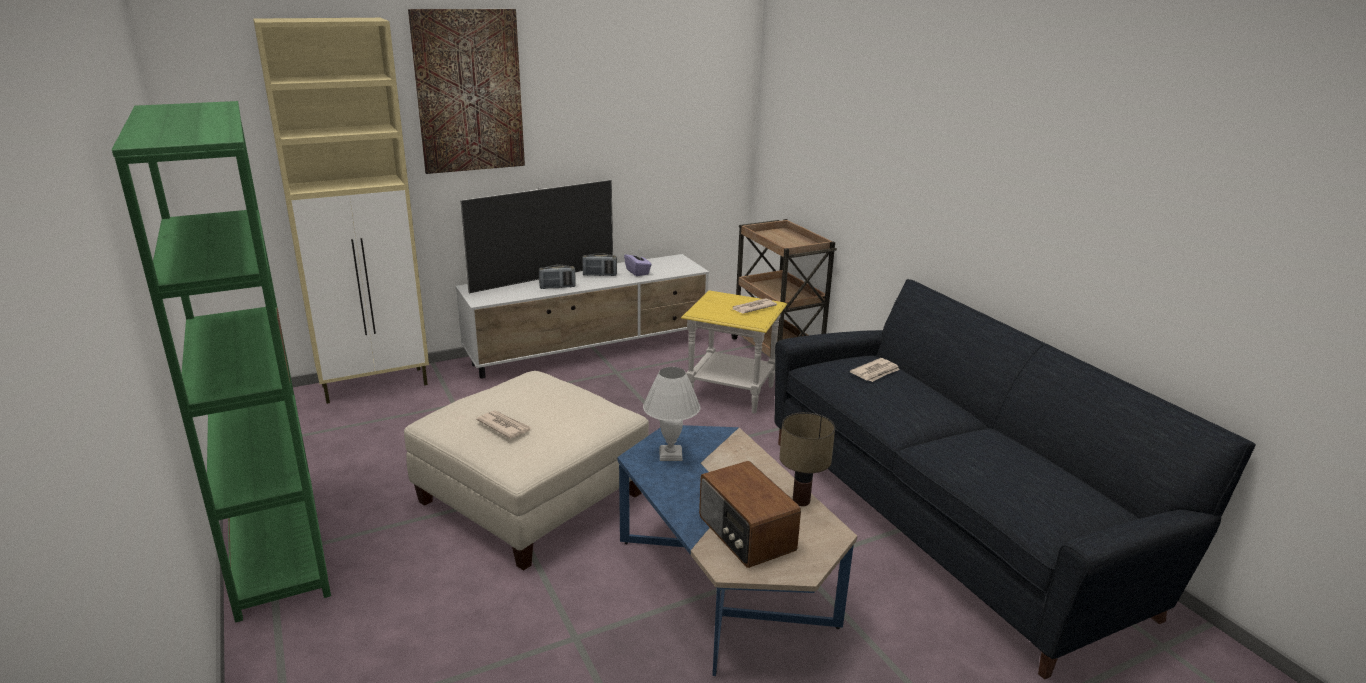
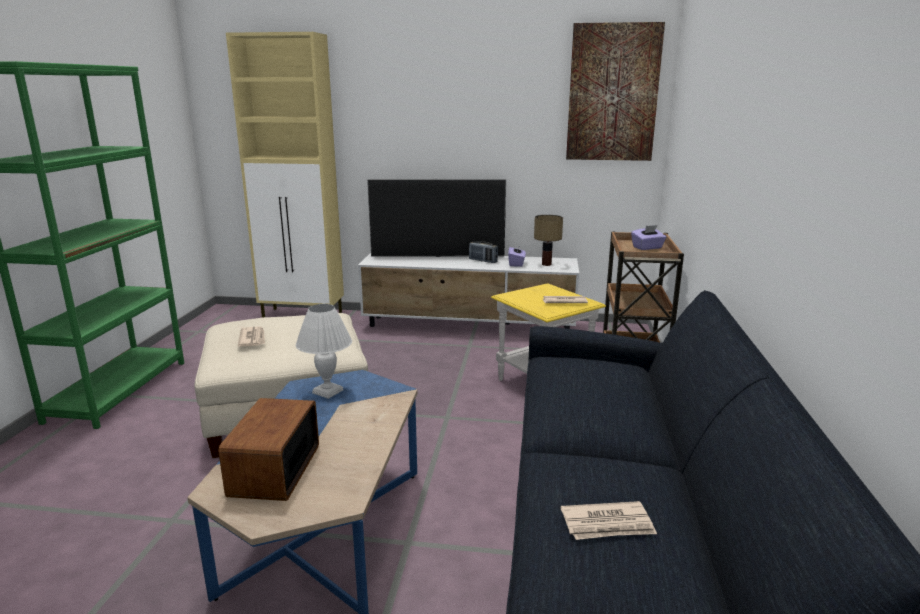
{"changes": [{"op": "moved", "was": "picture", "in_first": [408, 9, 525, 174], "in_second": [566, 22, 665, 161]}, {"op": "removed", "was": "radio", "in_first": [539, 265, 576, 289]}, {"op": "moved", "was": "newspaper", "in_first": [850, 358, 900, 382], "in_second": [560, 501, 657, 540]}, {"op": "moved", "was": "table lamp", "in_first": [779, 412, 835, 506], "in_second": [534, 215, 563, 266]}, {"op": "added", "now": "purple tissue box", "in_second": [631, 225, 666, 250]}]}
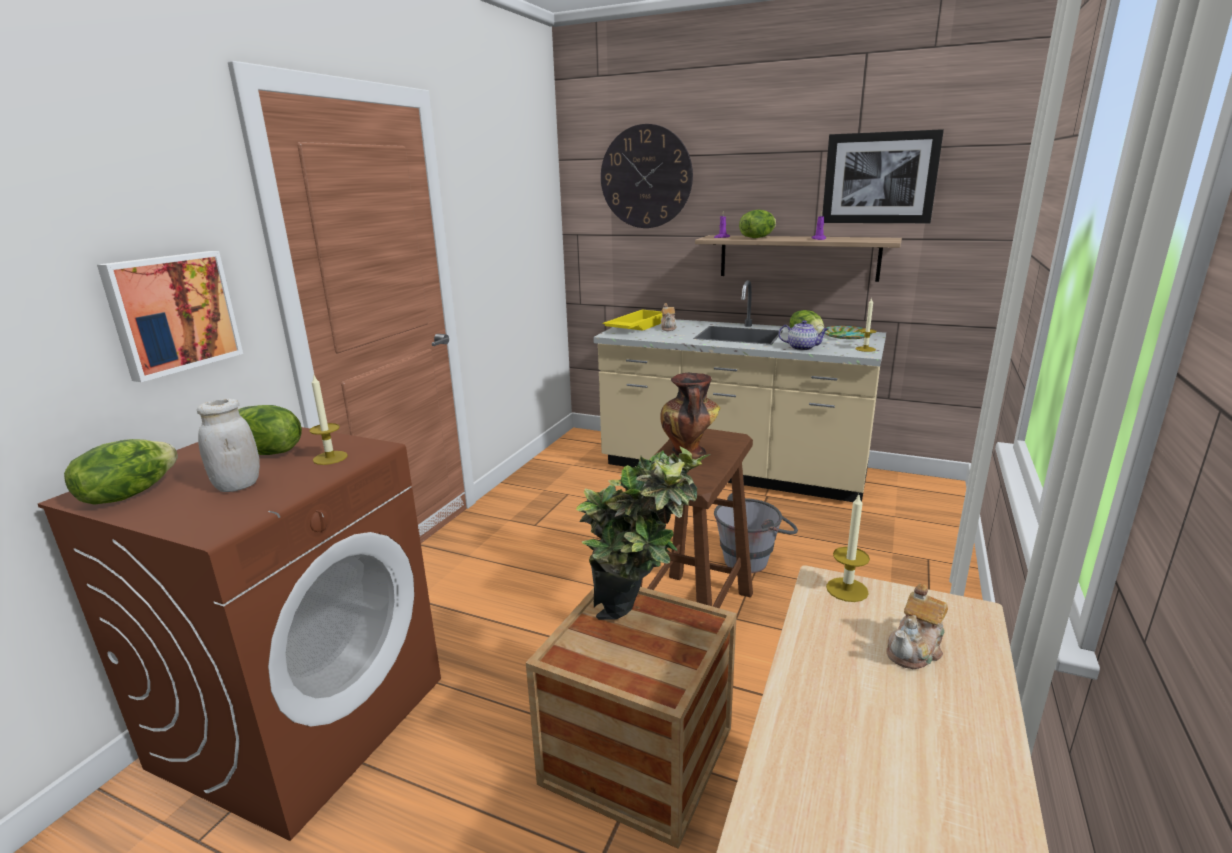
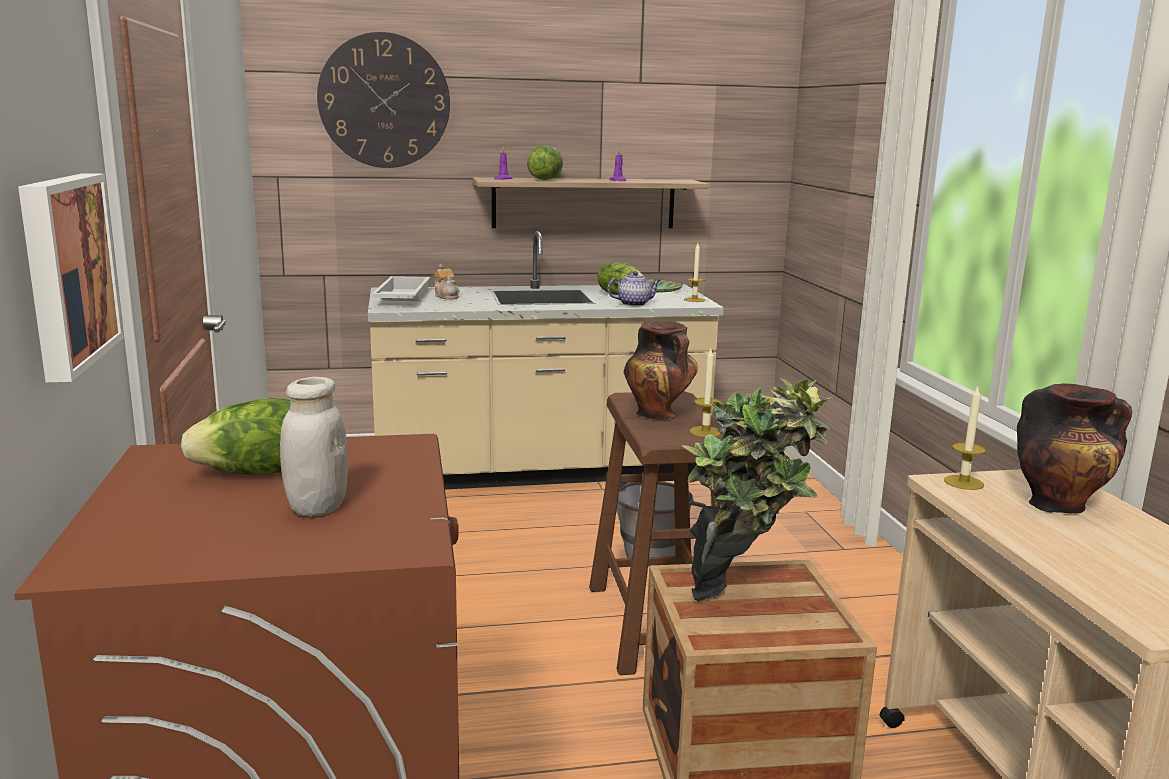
{"changes": [{"op": "removed", "was": "picture", "in_first": [822, 129, 944, 223]}, {"op": "recoloured", "was": "yellow tray", "now": "white tray", "in_first": [603, 310, 662, 331], "in_second": [372, 276, 430, 301]}, {"op": "moved", "was": "candle", "in_first": [309, 375, 348, 465], "in_second": [690, 349, 722, 437]}, {"op": "removed", "was": "lettuce", "in_first": [64, 439, 178, 505]}, {"op": "replaced", "was": "teapot", "now": "vase", "in_first": [886, 584, 948, 669], "in_second": [1017, 383, 1132, 513]}]}
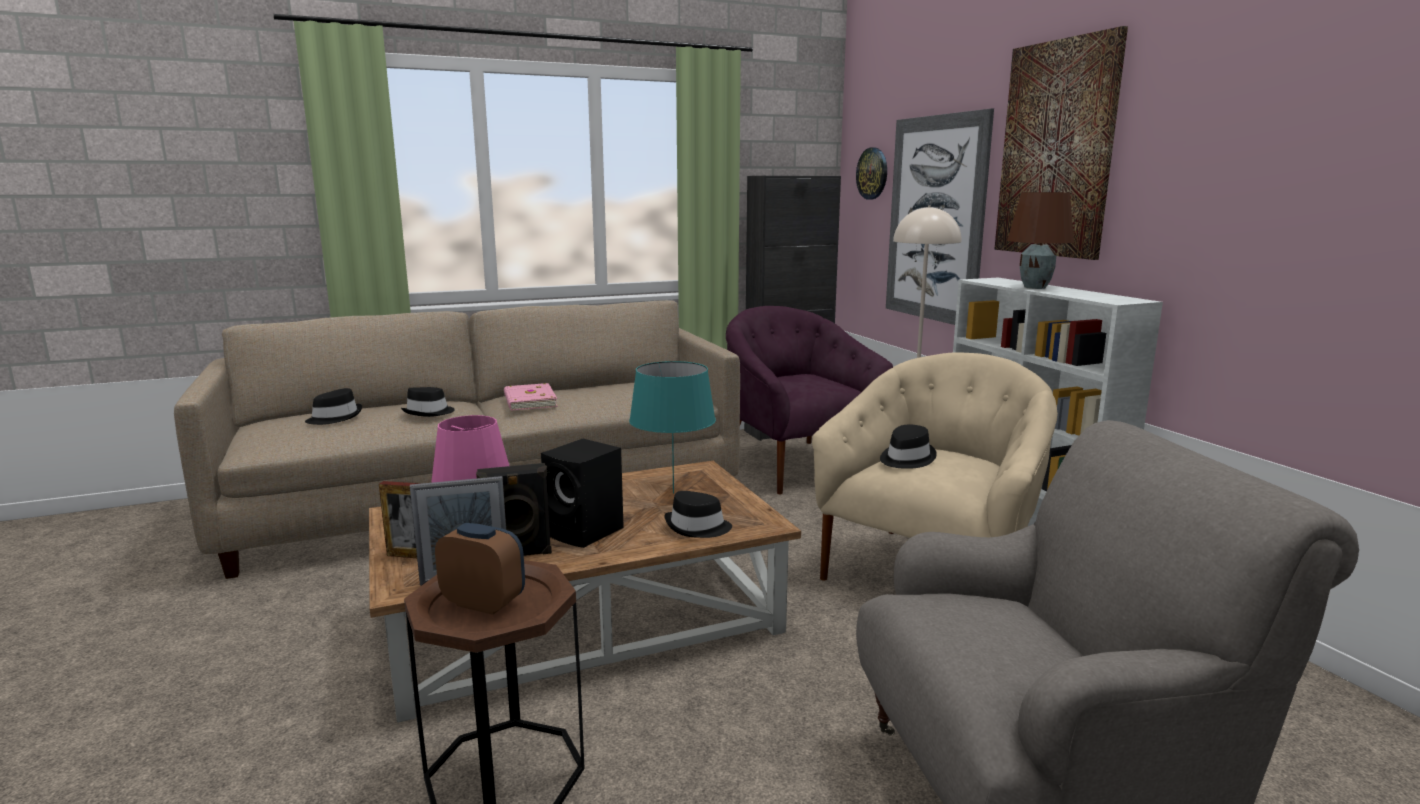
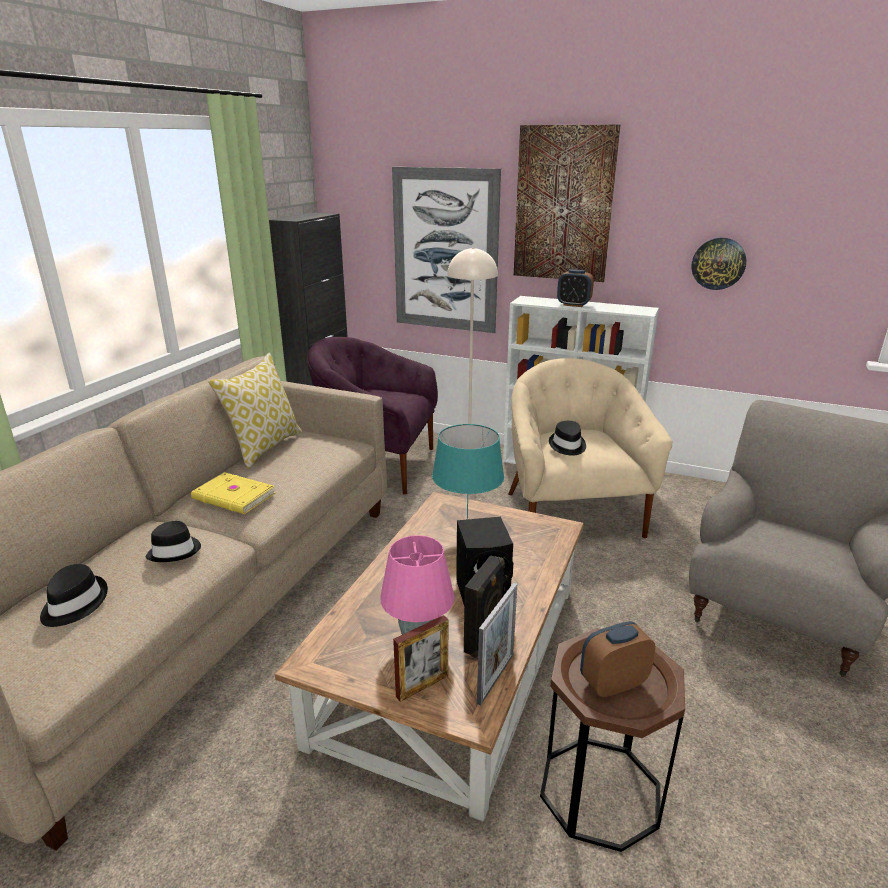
{"changes": [{"op": "moved", "was": "wall clock", "in_first": [856, 147, 887, 199], "in_second": [691, 238, 746, 290]}, {"op": "replaced", "was": "brown table lamp", "now": "alarm clock", "in_first": [1007, 192, 1074, 289], "in_second": [557, 269, 594, 307]}, {"op": "recoloured", "was": "pink book", "now": "yellow book", "in_first": [504, 383, 558, 410], "in_second": [191, 472, 275, 514]}, {"op": "removed", "was": "black hat", "in_first": [664, 491, 732, 538]}, {"op": "added", "now": "pillow", "in_second": [208, 353, 302, 469]}]}
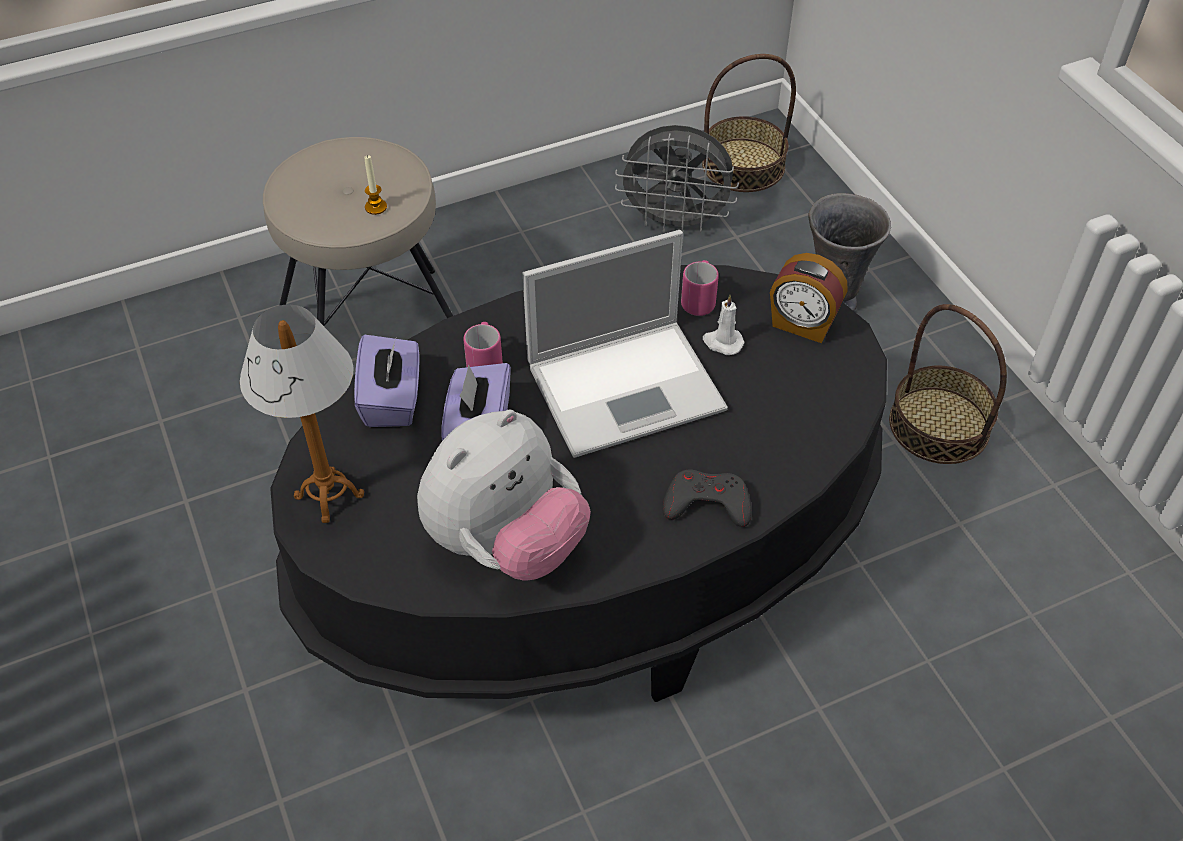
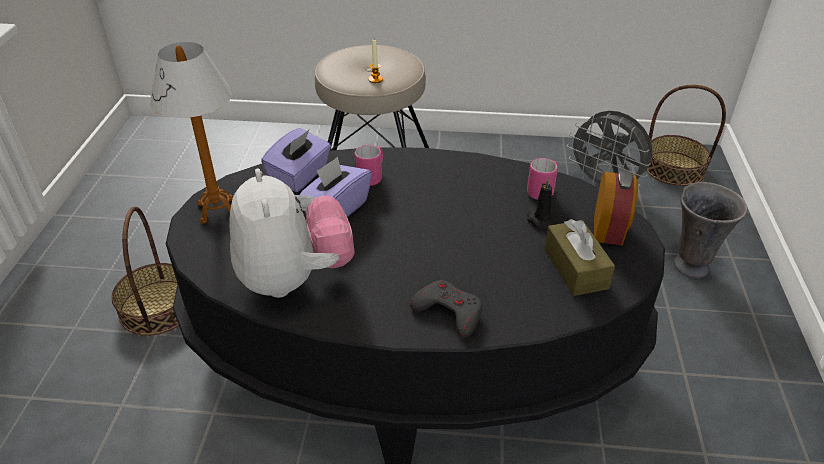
{"changes": [{"op": "removed", "was": "laptop", "in_first": [523, 230, 728, 458]}, {"op": "turned", "was": "alarm clock", "in_first": [770, 253, 848, 343], "in_second": [594, 170, 638, 246], "clockwise": -135}, {"op": "recoloured", "was": "white candle", "now": "black candle", "in_first": [703, 295, 745, 355], "in_second": [527, 178, 557, 230]}, {"op": "moved", "was": "basket", "in_first": [889, 304, 1007, 464], "in_second": [112, 206, 179, 336]}, {"op": "turned", "was": "plush toy", "in_first": [417, 410, 591, 581], "in_second": [229, 169, 355, 298], "clockwise": -90}, {"op": "added", "now": "brown tissue box", "in_second": [545, 219, 615, 296]}]}
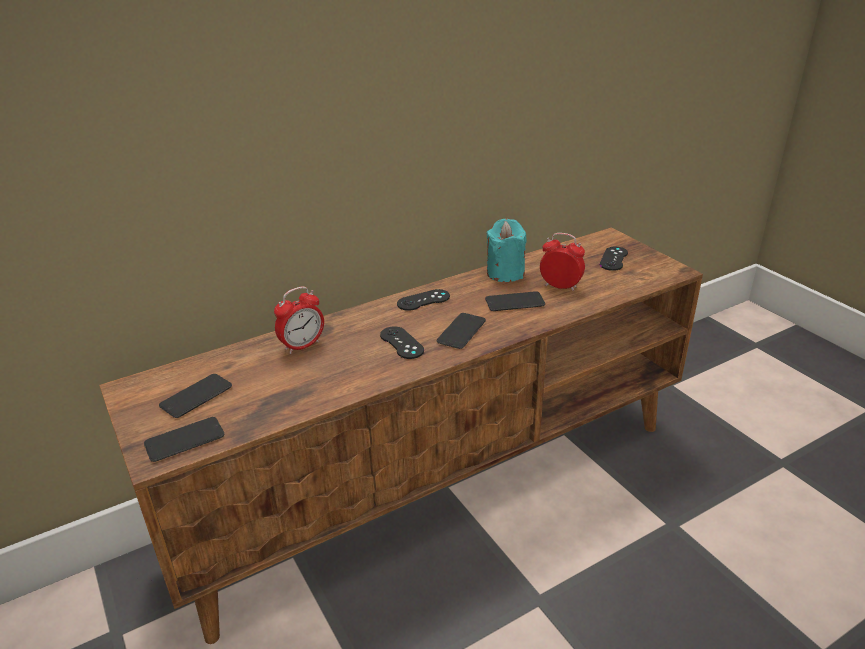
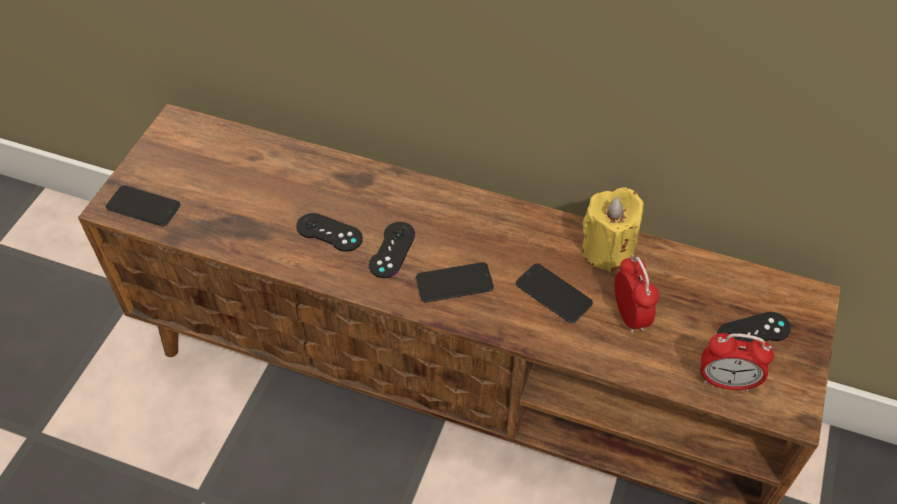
{"changes": [{"op": "recoloured", "was": "turquoise candle", "now": "yellow candle", "in_first": [486, 218, 526, 282], "in_second": [582, 188, 644, 272]}, {"op": "moved", "was": "alarm clock", "in_first": [274, 287, 324, 354], "in_second": [700, 333, 774, 391]}, {"op": "moved", "was": "black game controller", "in_first": [397, 289, 450, 311], "in_second": [296, 213, 363, 252]}, {"op": "removed", "was": "phone", "in_first": [159, 374, 232, 418]}]}
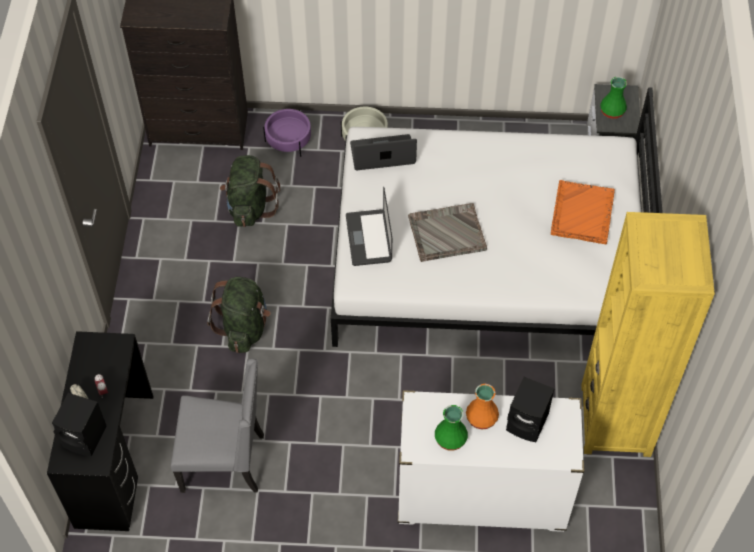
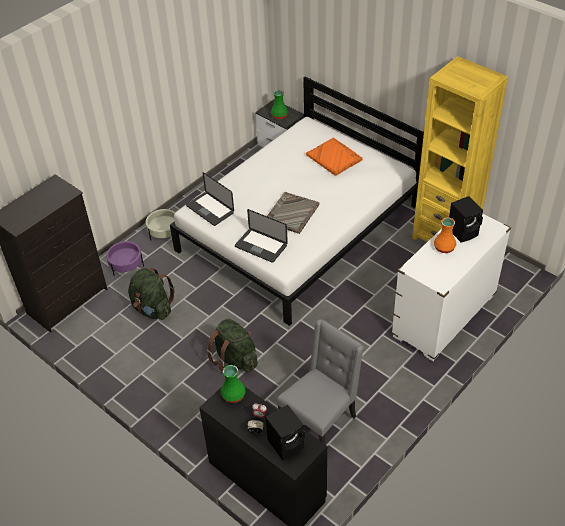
{"changes": [{"op": "turned", "was": "laptop", "in_first": [350, 134, 417, 170], "in_second": [186, 172, 234, 226], "clockwise": -75}, {"op": "moved", "was": "green vase", "in_first": [435, 405, 468, 451], "in_second": [221, 365, 245, 403]}]}
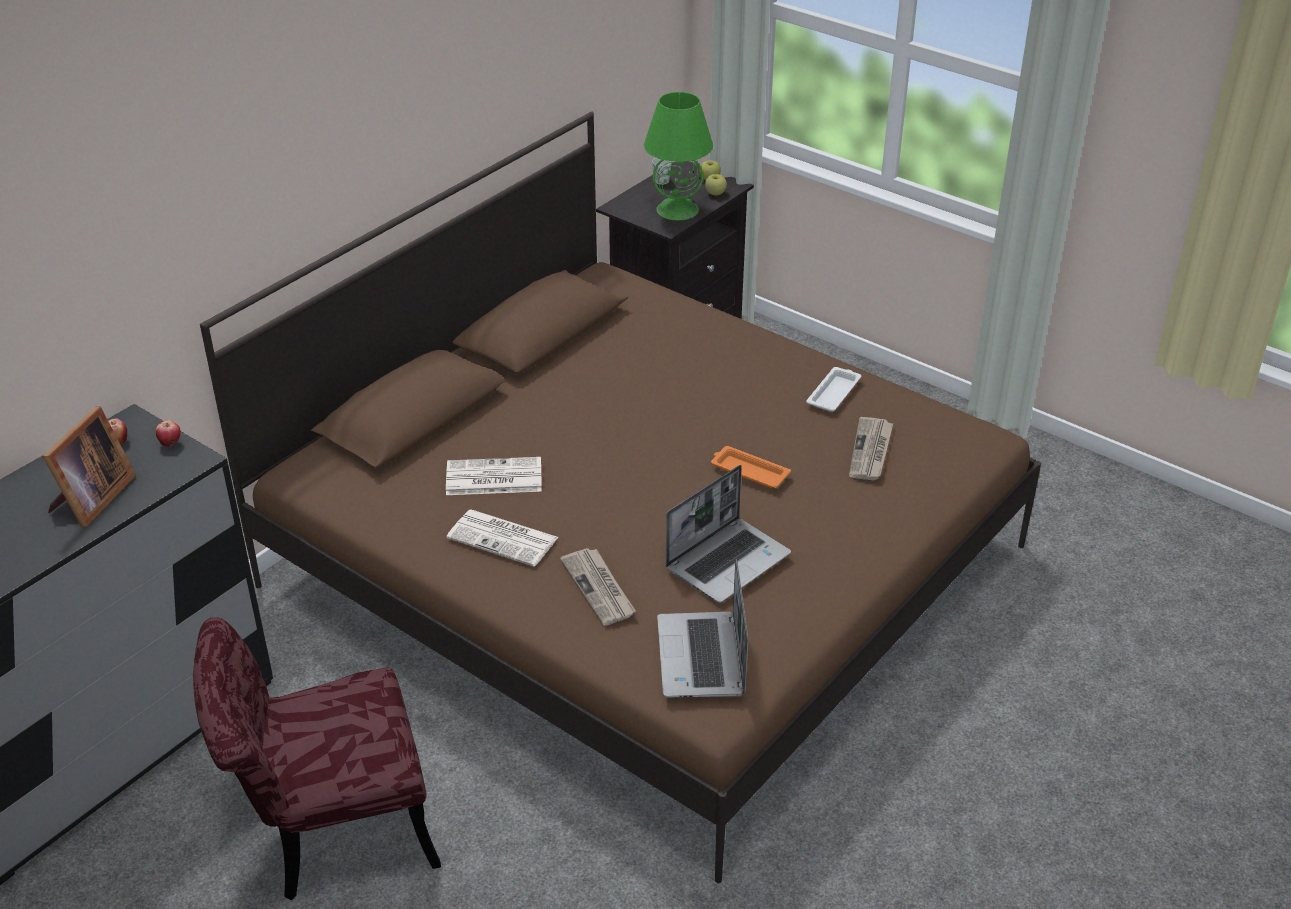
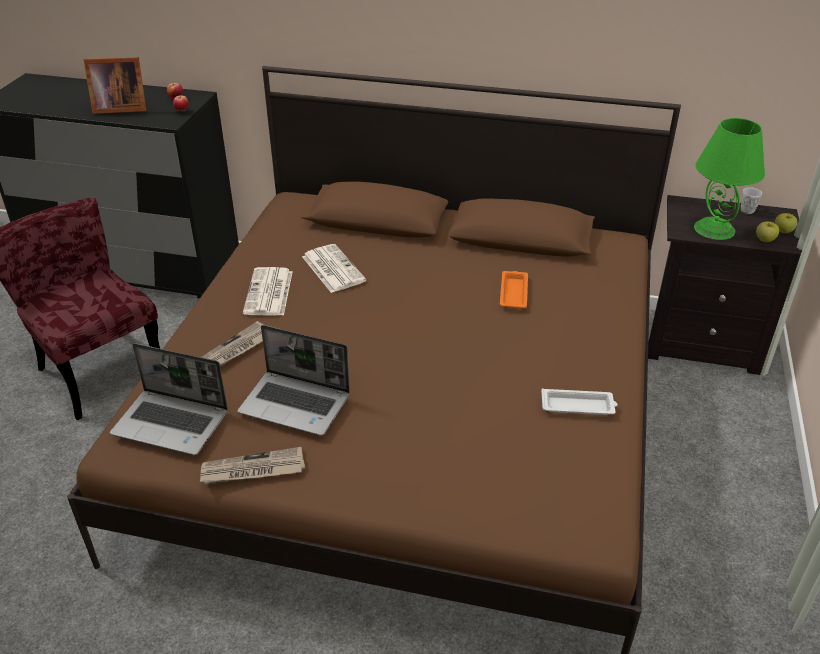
{"changes": [{"op": "moved", "was": "newspaper", "in_first": [849, 417, 893, 480], "in_second": [200, 447, 305, 484]}, {"op": "moved", "was": "orange tray", "in_first": [711, 446, 791, 488], "in_second": [500, 271, 528, 309]}, {"op": "turned", "was": "laptop", "in_first": [657, 558, 748, 698], "in_second": [110, 343, 228, 455], "clockwise": -135}]}
